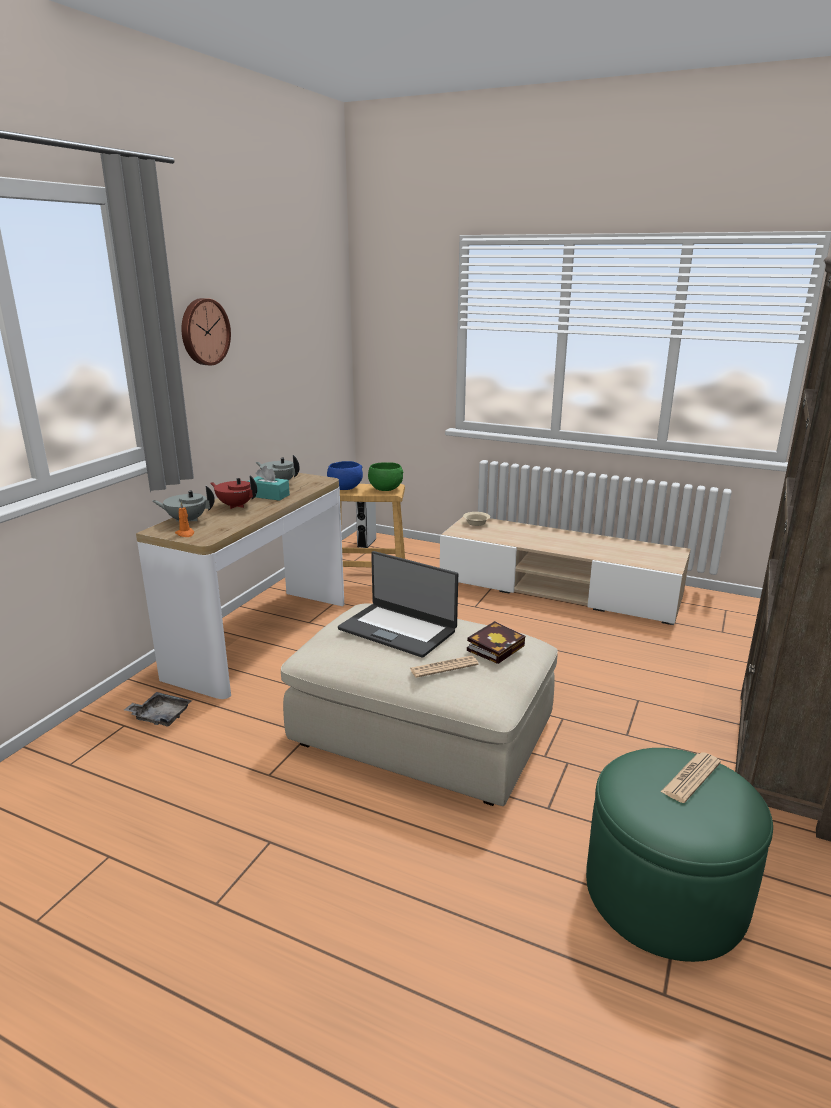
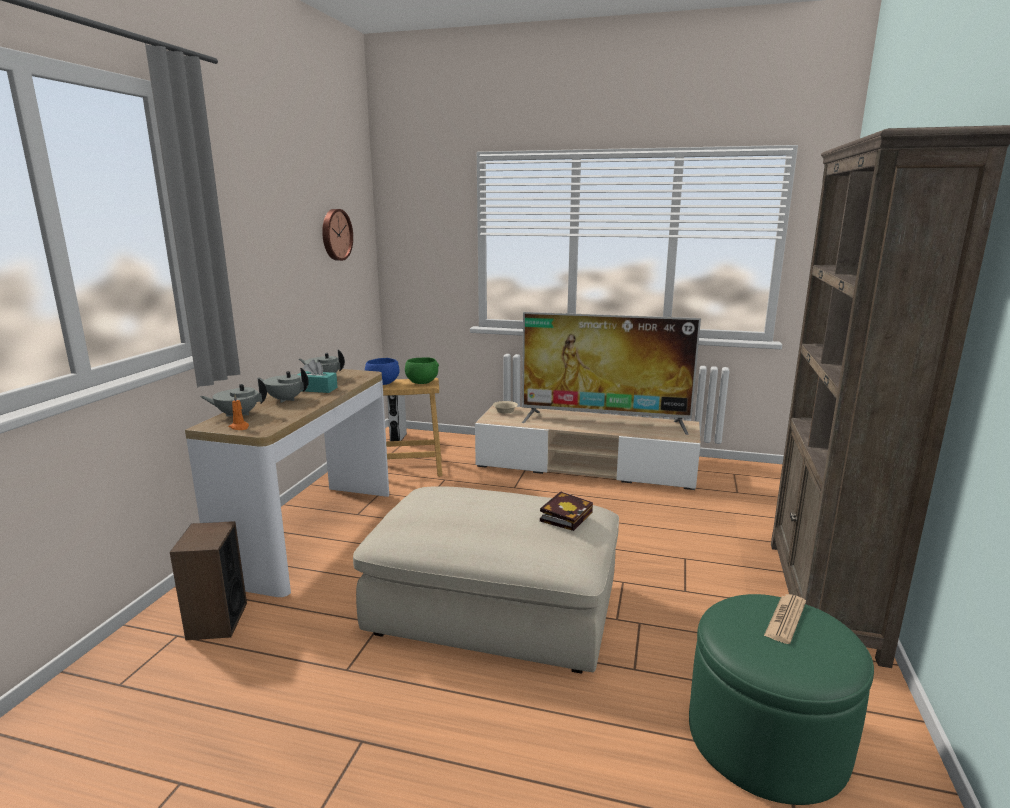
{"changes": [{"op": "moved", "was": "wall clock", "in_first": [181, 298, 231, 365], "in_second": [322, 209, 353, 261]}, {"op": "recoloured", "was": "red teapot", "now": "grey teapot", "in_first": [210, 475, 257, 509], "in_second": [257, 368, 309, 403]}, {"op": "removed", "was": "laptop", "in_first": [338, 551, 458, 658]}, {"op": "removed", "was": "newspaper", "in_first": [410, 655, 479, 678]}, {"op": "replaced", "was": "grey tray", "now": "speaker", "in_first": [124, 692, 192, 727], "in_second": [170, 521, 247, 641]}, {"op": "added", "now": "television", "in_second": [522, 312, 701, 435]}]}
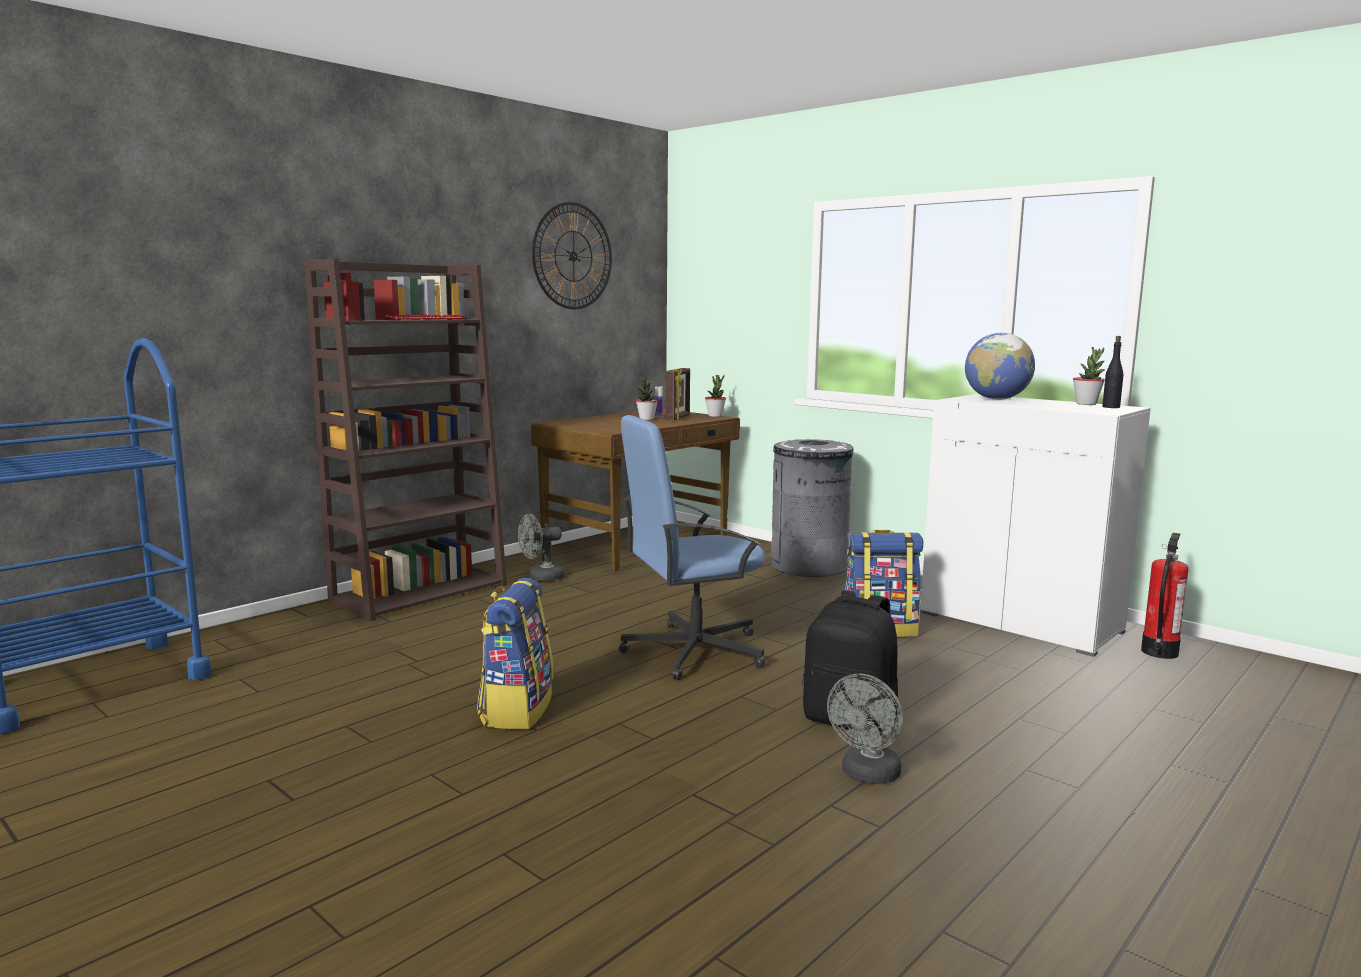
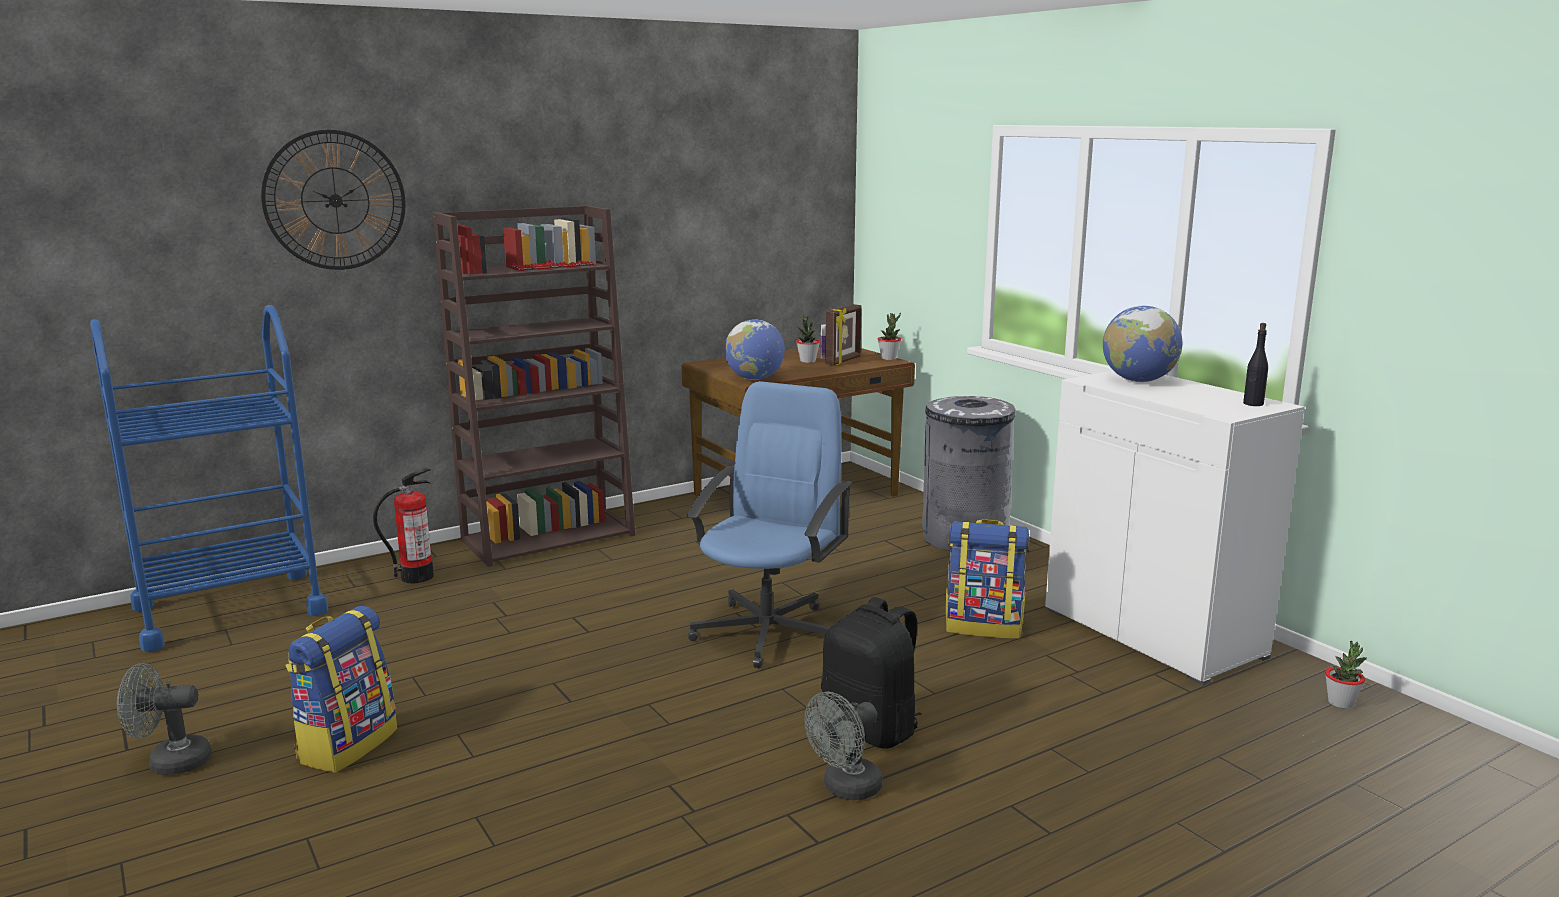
{"changes": [{"op": "moved", "was": "wall clock", "in_first": [532, 202, 612, 309], "in_second": [261, 130, 406, 270]}, {"op": "moved", "was": "potted plant", "in_first": [1073, 347, 1105, 405], "in_second": [1325, 641, 1366, 708]}, {"op": "turned", "was": "blue office chair", "in_first": [619, 415, 766, 680], "in_second": [687, 381, 852, 669], "clockwise": 120}, {"op": "moved", "was": "grey fan", "in_first": [518, 514, 564, 581], "in_second": [117, 663, 212, 775]}, {"op": "moved", "was": "fire extinguisher", "in_first": [1141, 533, 1188, 659], "in_second": [373, 468, 434, 583]}, {"op": "moved", "was": "backpack", "in_first": [477, 578, 554, 730], "in_second": [285, 606, 398, 773]}, {"op": "added", "now": "globe", "in_second": [725, 319, 785, 380]}]}
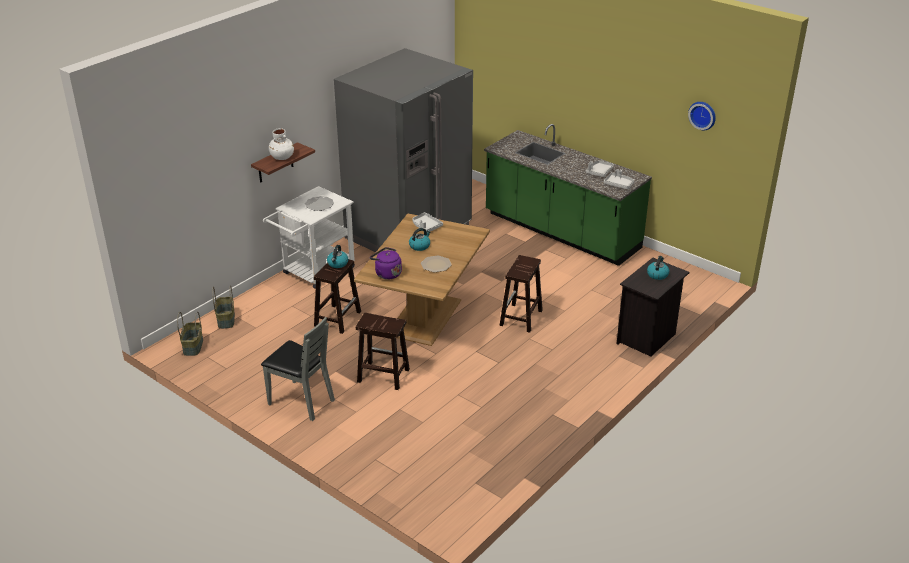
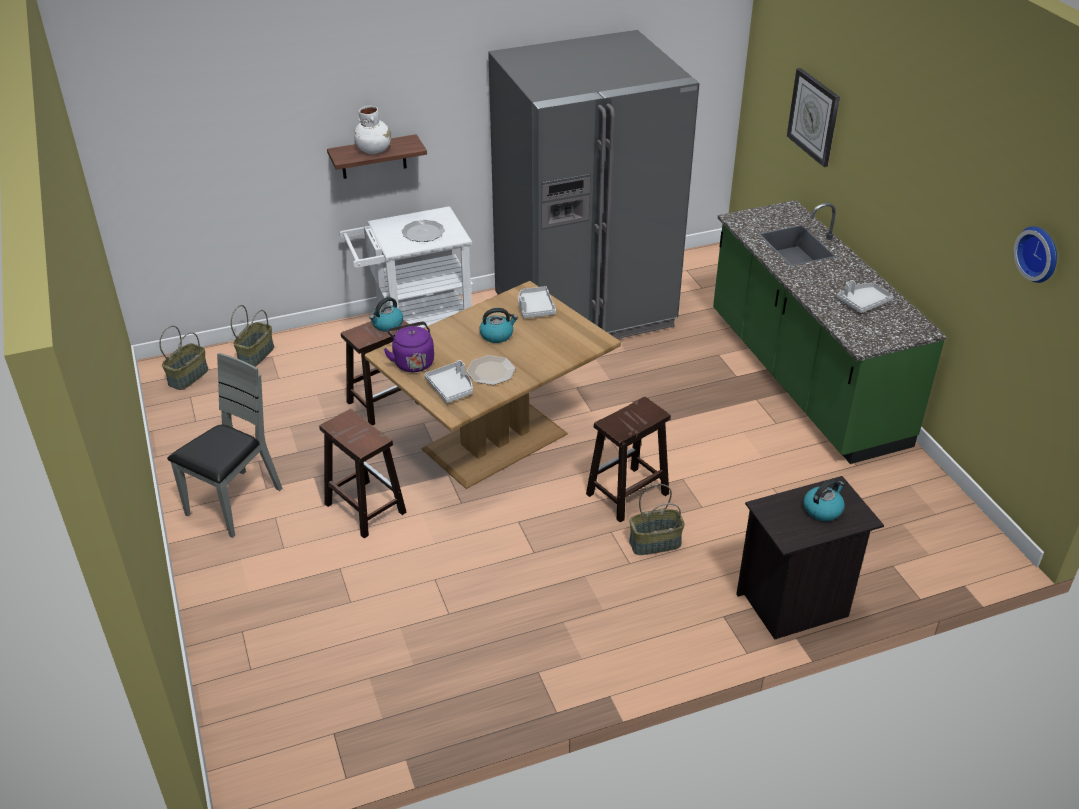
{"changes": [{"op": "moved", "was": "grey tray", "in_first": [604, 169, 635, 189], "in_second": [425, 360, 473, 403]}, {"op": "turned", "was": "grey chair", "in_first": [261, 317, 335, 421], "in_second": [167, 353, 283, 538], "clockwise": -120}, {"op": "added", "now": "wall clock", "in_second": [787, 68, 840, 167]}, {"op": "added", "now": "basket", "in_second": [629, 484, 685, 555]}]}
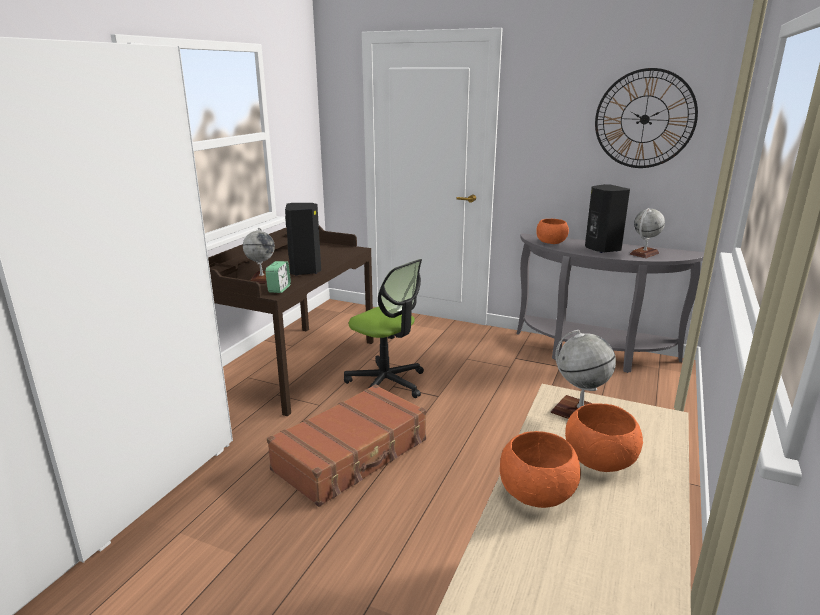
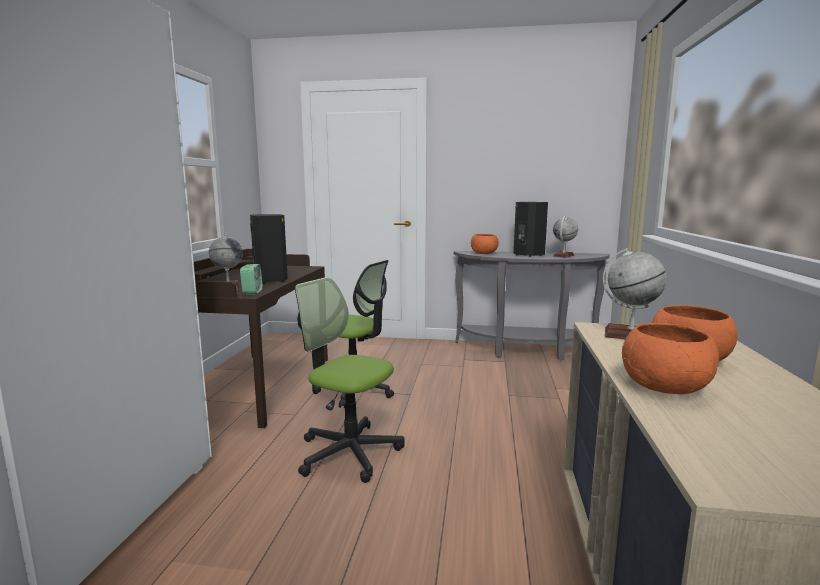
{"changes": [{"op": "removed", "was": "wall clock", "in_first": [595, 68, 698, 168]}, {"op": "replaced", "was": "brown suitcase", "now": "office chair", "in_first": [267, 384, 426, 507], "in_second": [295, 277, 405, 483]}]}
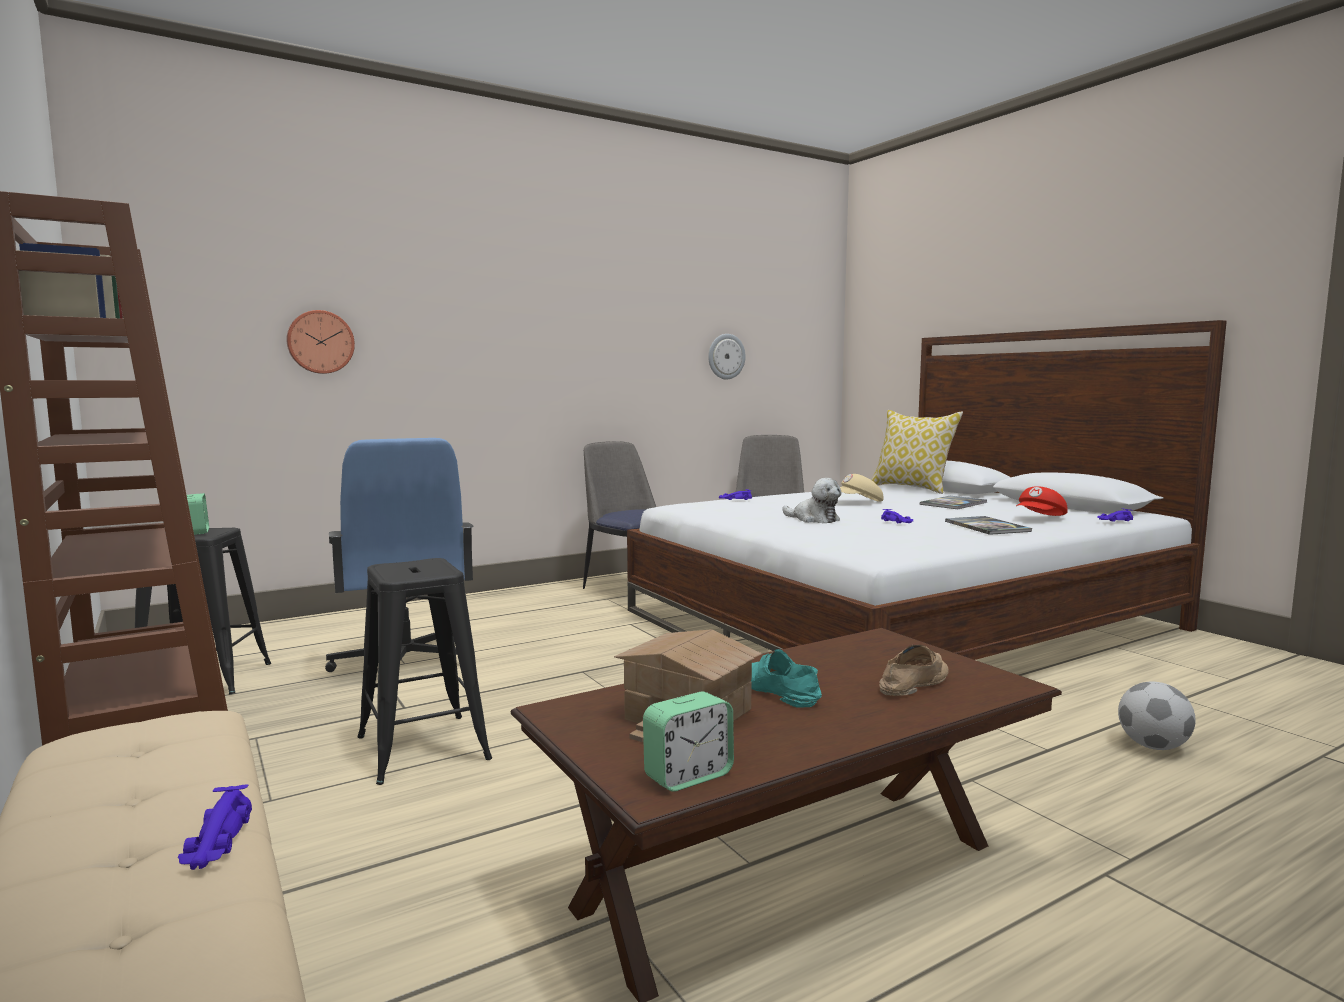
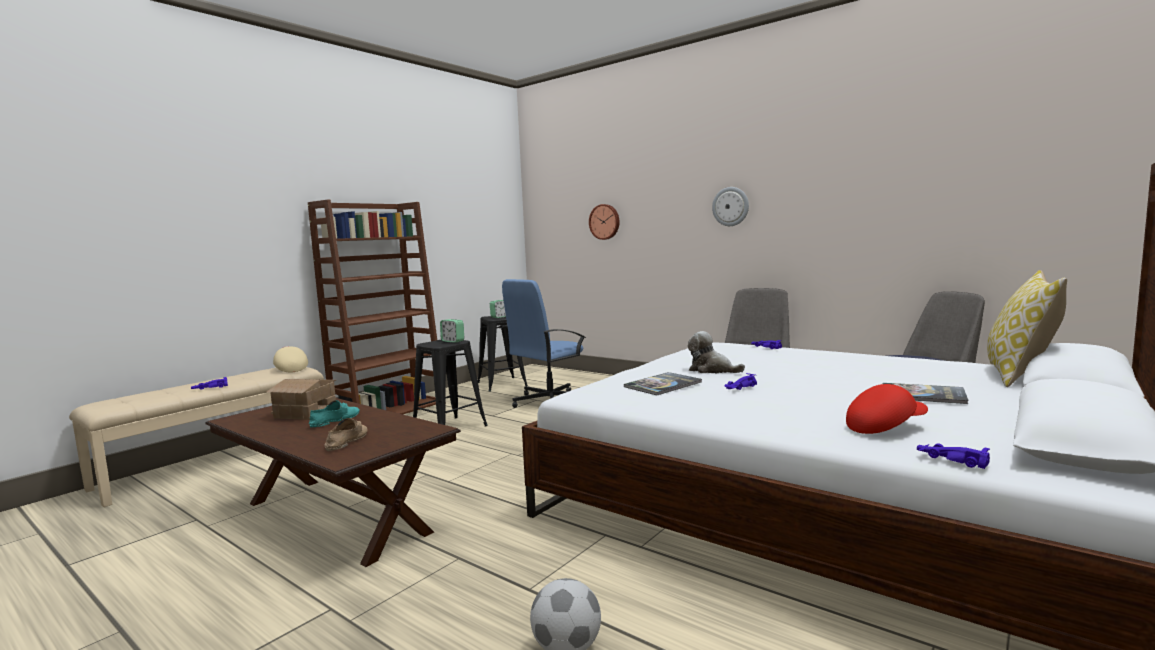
{"changes": [{"op": "moved", "was": "wall clock", "in_first": [708, 334, 746, 380], "in_second": [712, 187, 749, 226]}, {"op": "moved", "was": "beige cap", "in_first": [840, 474, 883, 502], "in_second": [273, 346, 308, 372]}, {"op": "turned", "was": "plush toy", "in_first": [782, 478, 842, 523], "in_second": [688, 331, 745, 373], "clockwise": 105}, {"op": "turned", "was": "red cap", "in_first": [1016, 486, 1068, 516], "in_second": [846, 384, 928, 434], "clockwise": 135}, {"op": "moved", "was": "book", "in_first": [945, 516, 1032, 535], "in_second": [624, 372, 702, 395]}, {"op": "turned", "was": "beige shoe", "in_first": [879, 645, 949, 696], "in_second": [325, 418, 368, 451], "clockwise": -105}, {"op": "moved", "was": "alarm clock", "in_first": [643, 691, 734, 792], "in_second": [440, 319, 464, 343]}]}
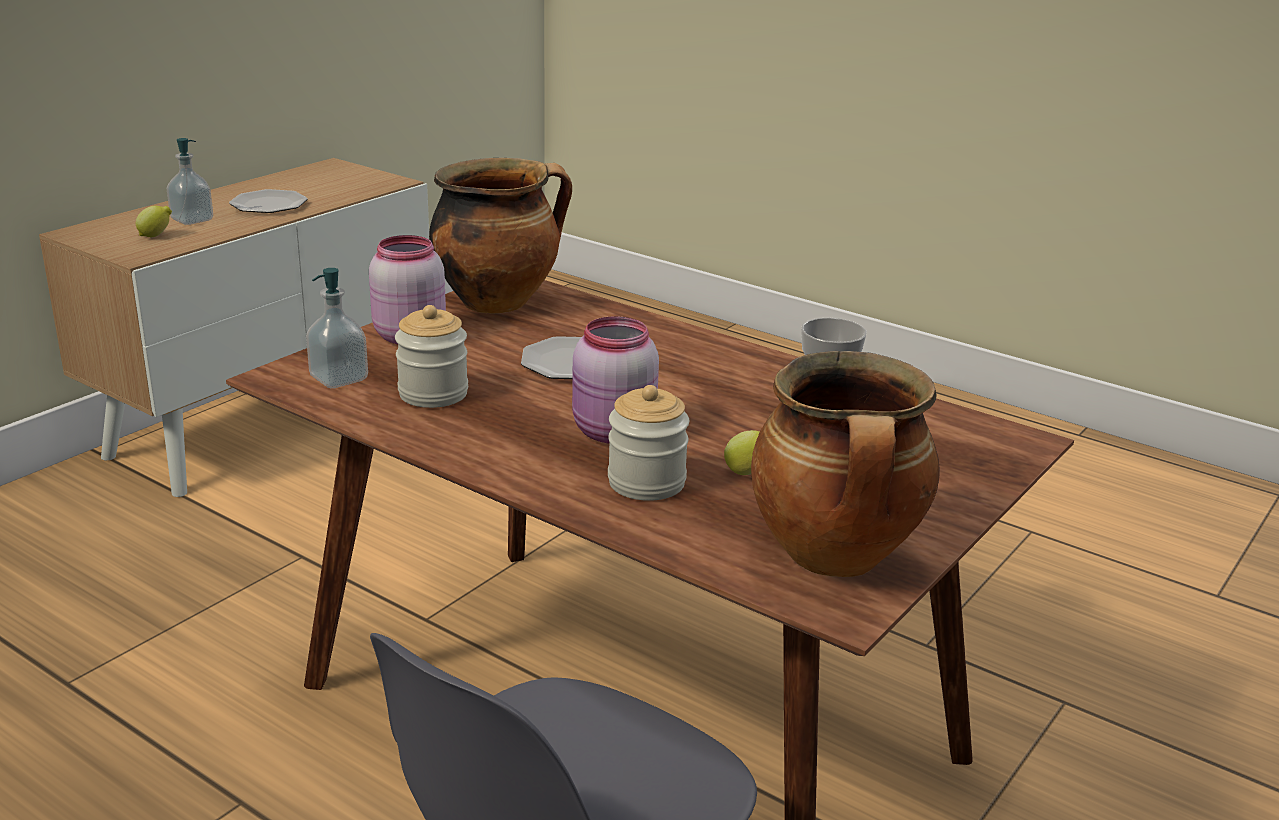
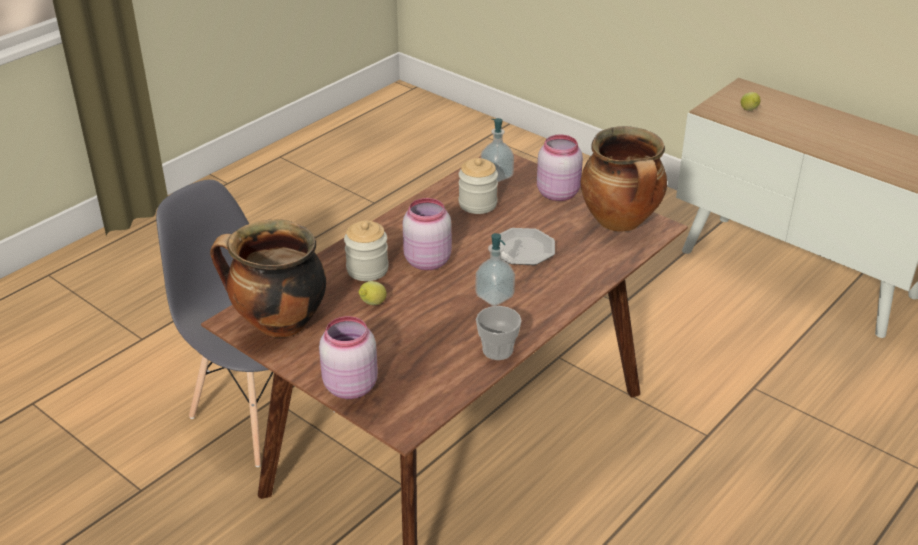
{"changes": [{"op": "moved", "was": "soap dispenser", "in_first": [167, 138, 213, 225], "in_second": [476, 233, 515, 306]}, {"op": "removed", "was": "plate", "in_first": [229, 189, 308, 213]}, {"op": "added", "now": "pink jar", "in_second": [319, 316, 378, 399]}]}
